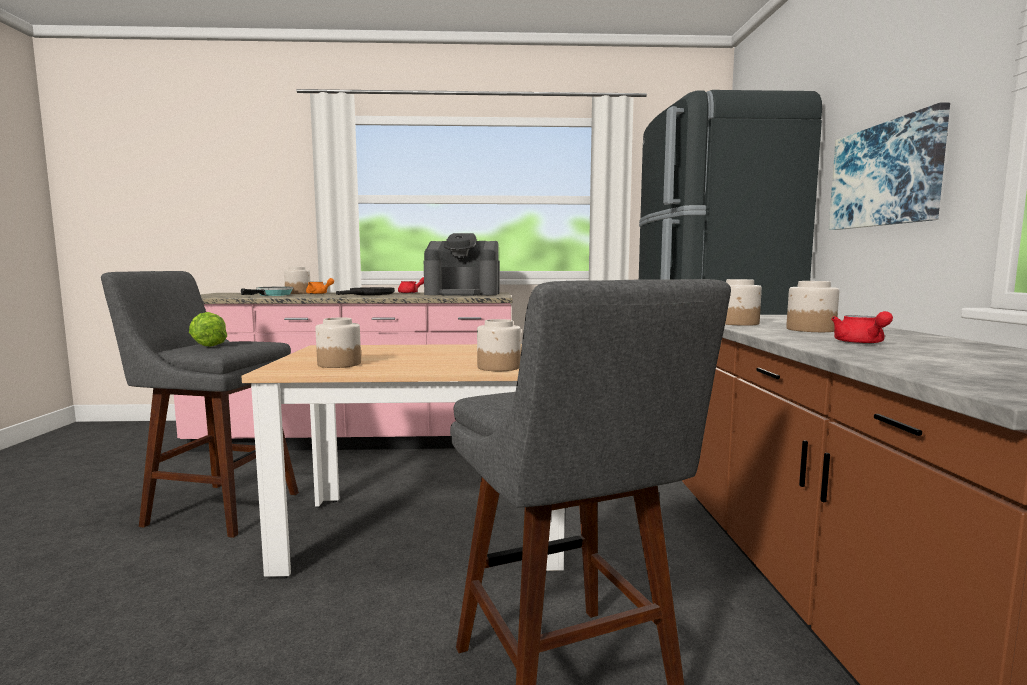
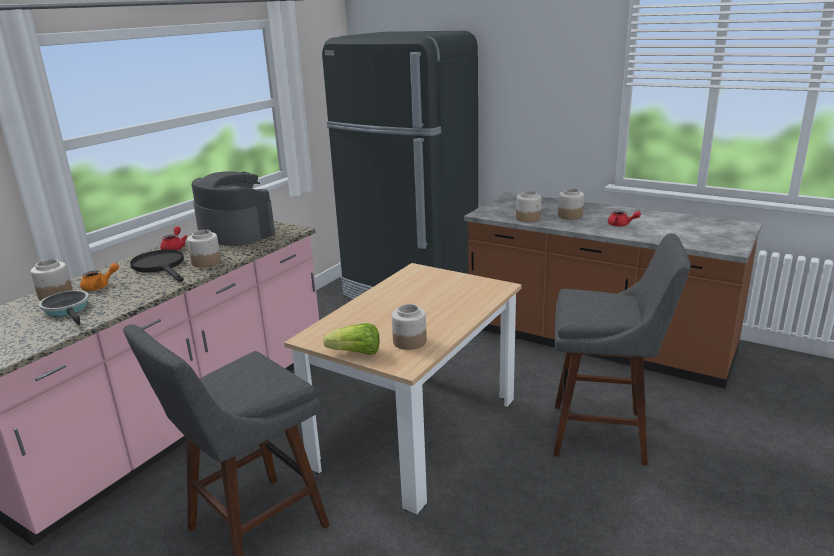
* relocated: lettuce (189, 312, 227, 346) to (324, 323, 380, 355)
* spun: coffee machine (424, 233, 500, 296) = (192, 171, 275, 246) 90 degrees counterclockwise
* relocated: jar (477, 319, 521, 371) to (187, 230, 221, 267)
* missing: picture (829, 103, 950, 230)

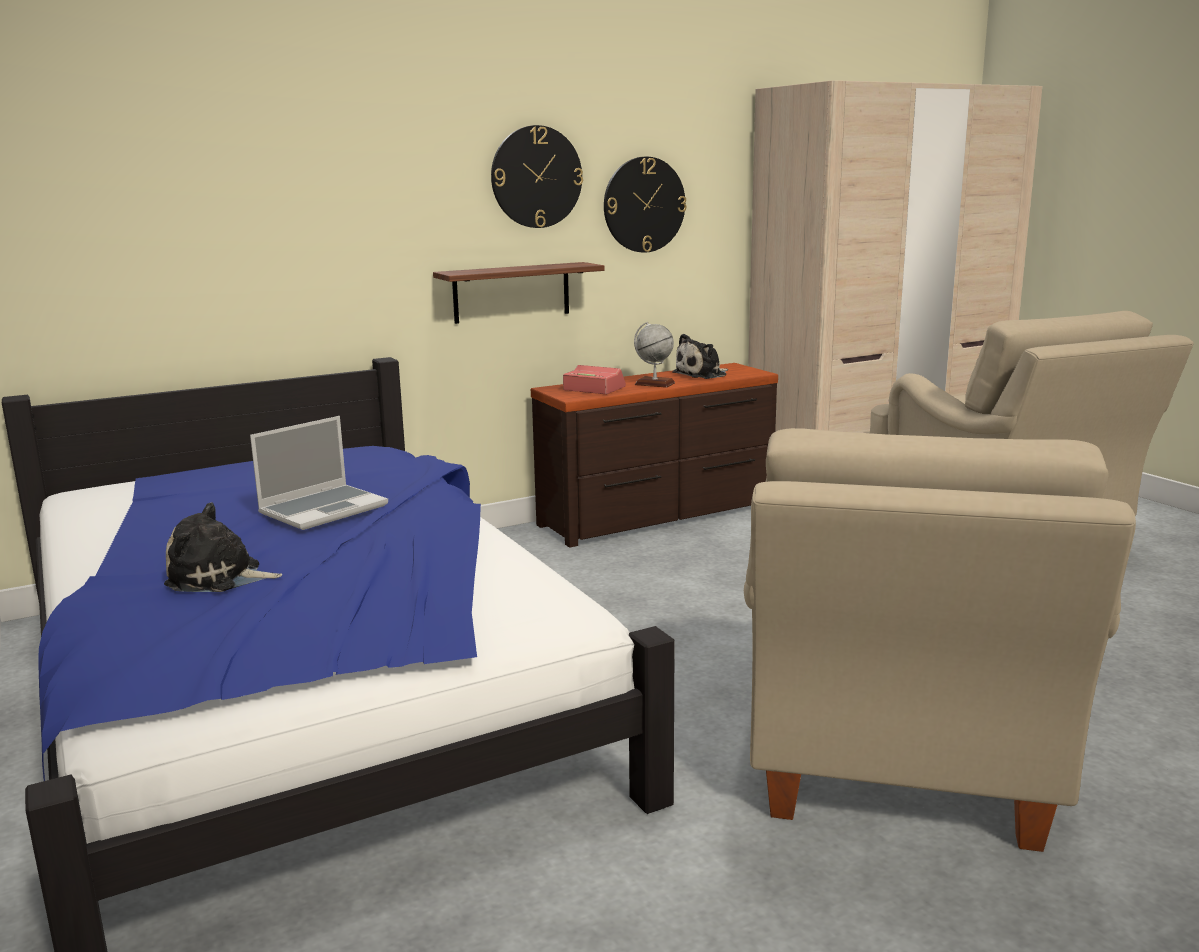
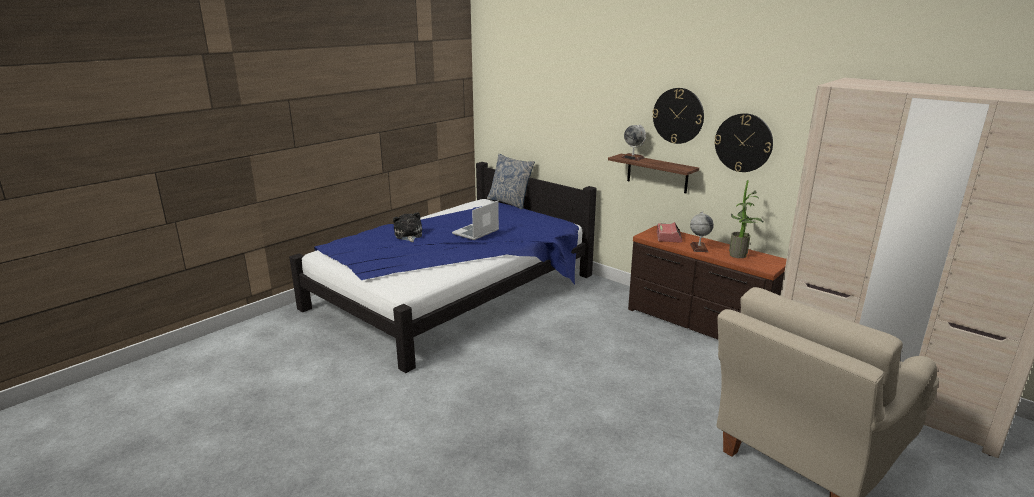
* spun: laptop (250, 416, 388, 530) = (452, 201, 499, 240) 105 degrees clockwise
* exchanged: plush toy (672, 334, 728, 379) to potted plant (729, 180, 763, 258)
* missing: armchair (beige) (744, 428, 1136, 852)
* appeared: pillow (487, 154, 535, 209)
* appeared: globe (621, 124, 646, 161)

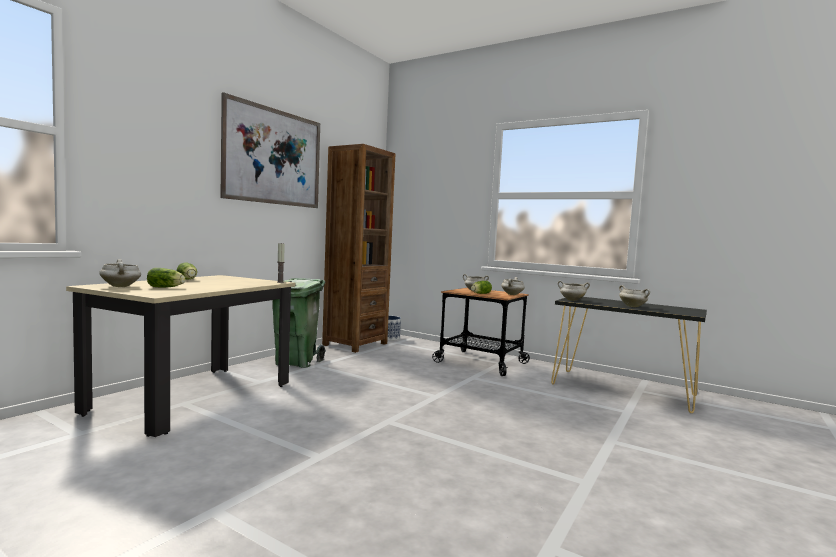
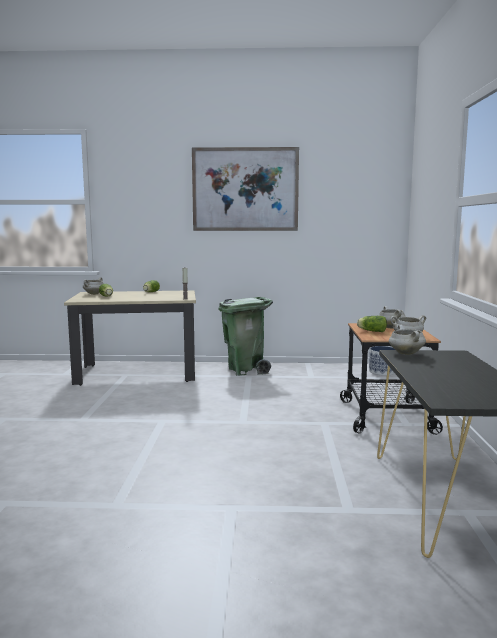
* missing: bookcase (brown) (322, 144, 395, 353)
* missing: cooking pot (white) (619, 285, 650, 307)

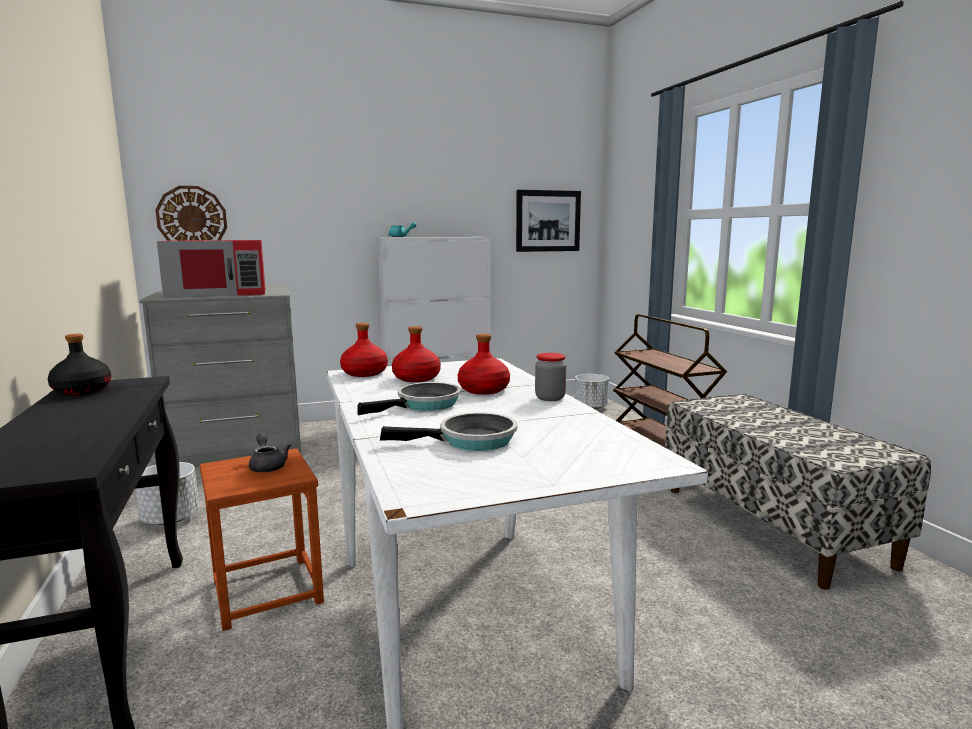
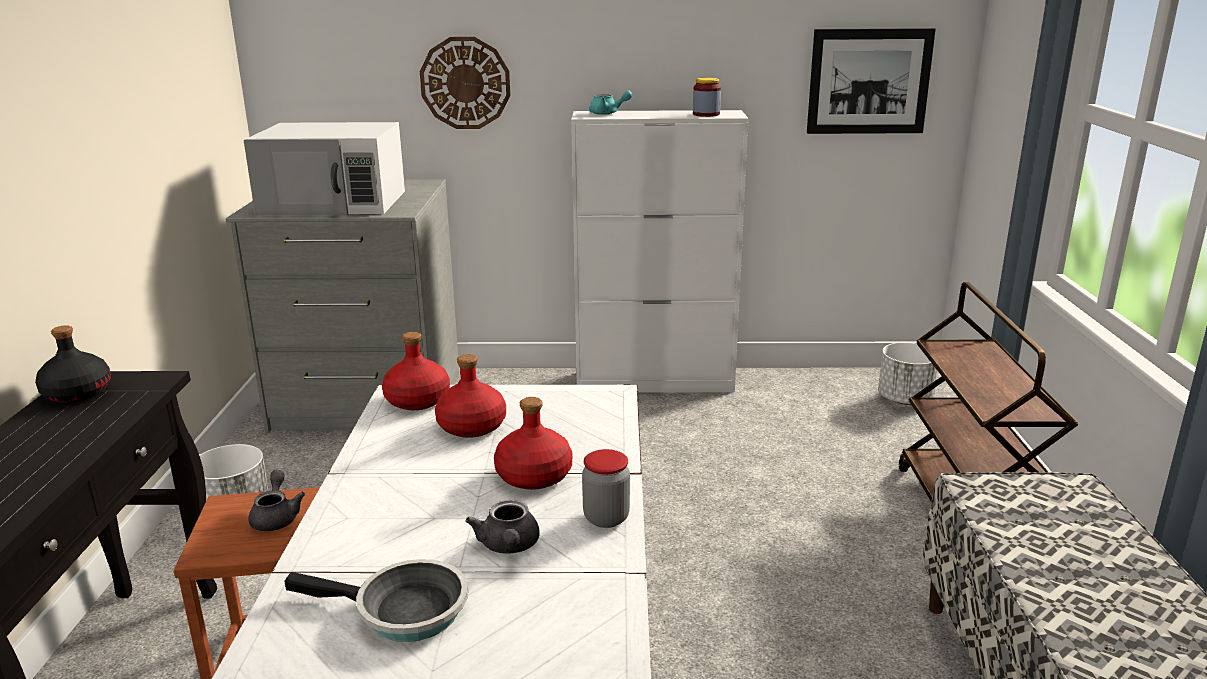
* relocated: wall clock (155, 186, 227, 241) to (420, 37, 511, 129)
* colour: microwave (red) (157, 240, 265, 298) to microwave (white) (244, 122, 405, 216)
* missing: frying pan (357, 382, 461, 415)
* appeared: teapot (grey) (465, 500, 540, 554)
* appeared: jar (693, 78, 721, 117)

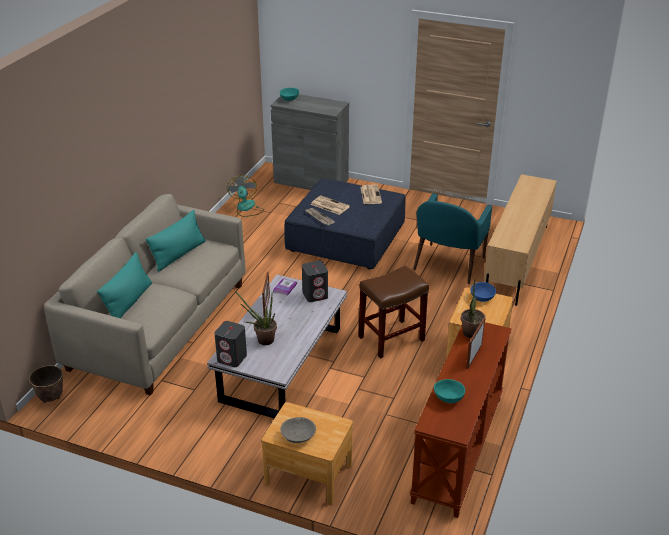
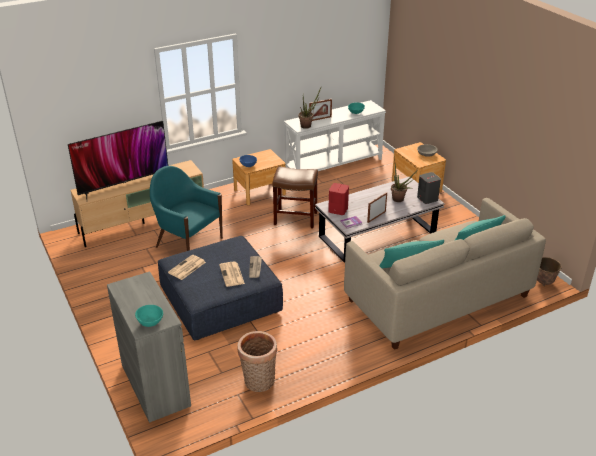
* exchanged: fan (227, 175, 264, 217) to basket (238, 331, 277, 392)
* colour: speaker (grey) (302, 261, 328, 302) to speaker (red) (328, 183, 349, 215)
* colour: console table (brown) (410, 322, 512, 518) to console table (white) (284, 100, 386, 171)
* spun: armchair (turquoise) (413, 193, 492, 284) = (150, 166, 223, 251) 120 degrees counterclockwise
* appeared: television (68, 121, 168, 199)

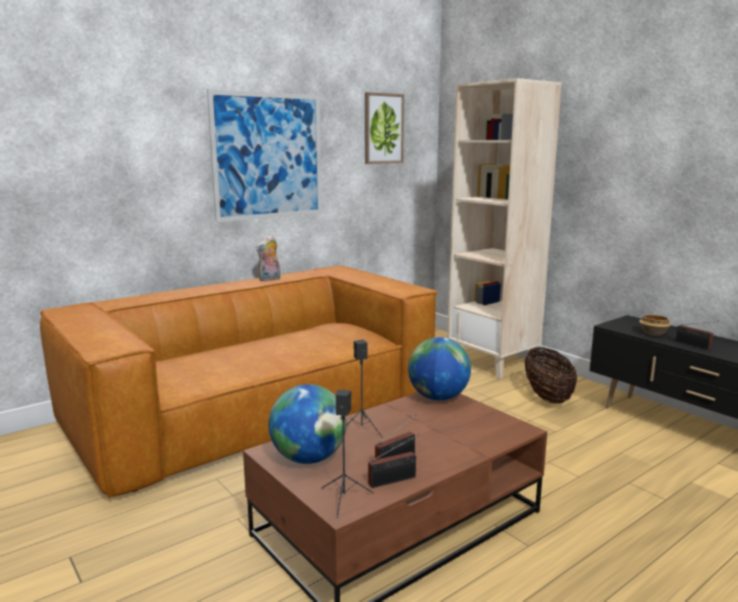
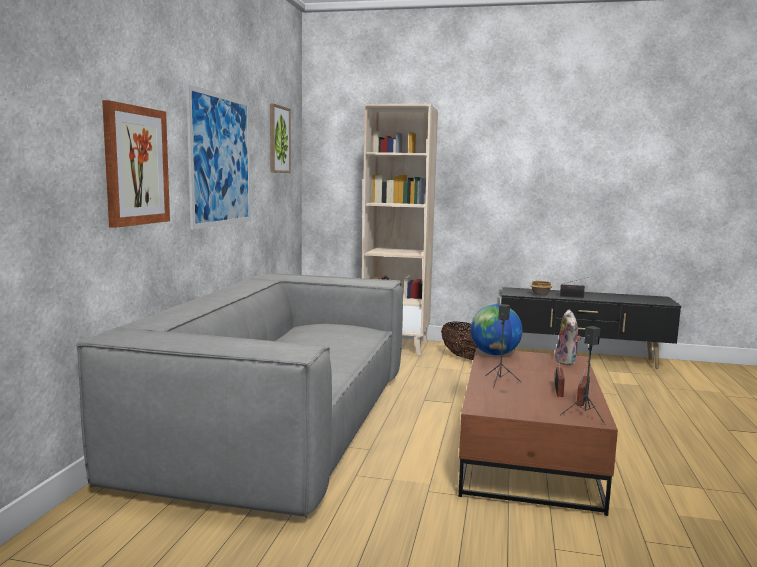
* colour: sofa (brown) (40, 265, 438, 498) to sofa (grey) (76, 273, 403, 518)
* relocated: plush toy (256, 234, 280, 281) to (555, 310, 581, 366)
* missing: globe (269, 384, 347, 464)
* appeared: picture (102, 100, 170, 228)

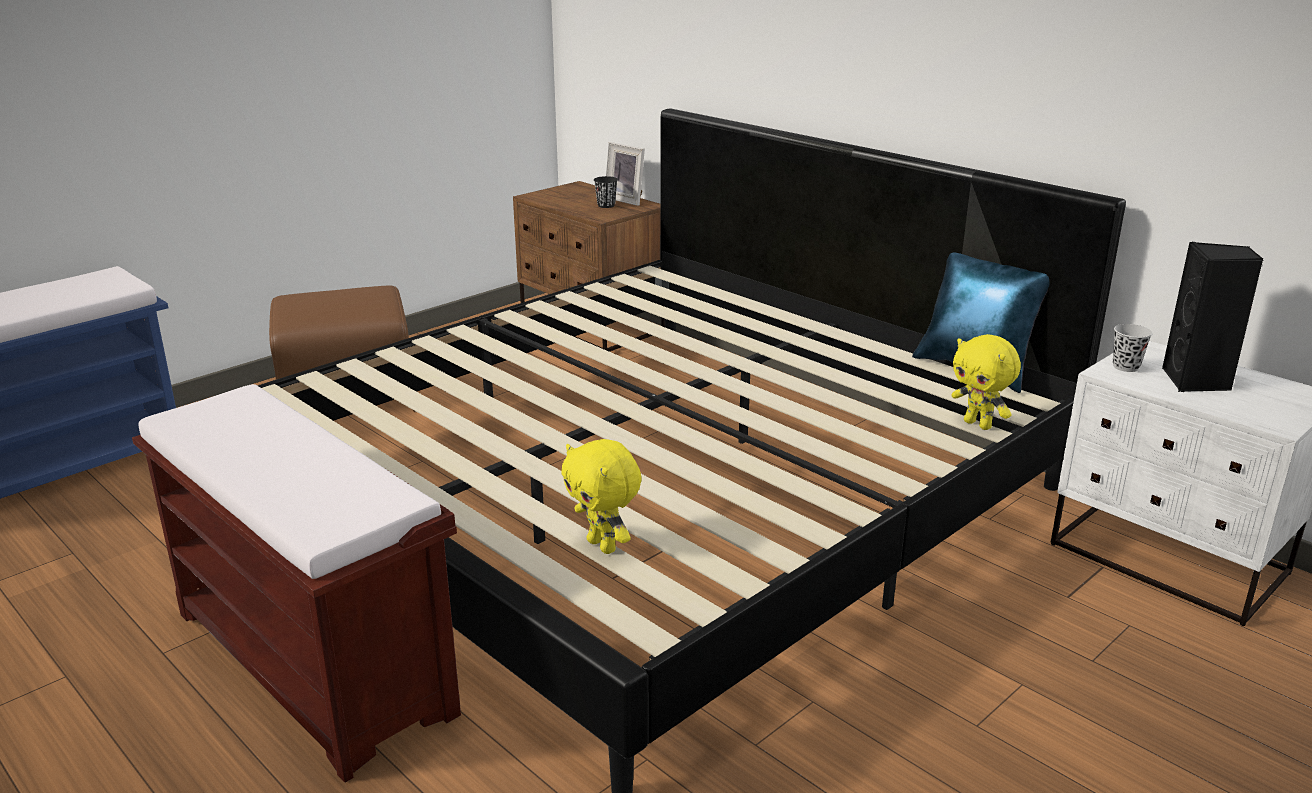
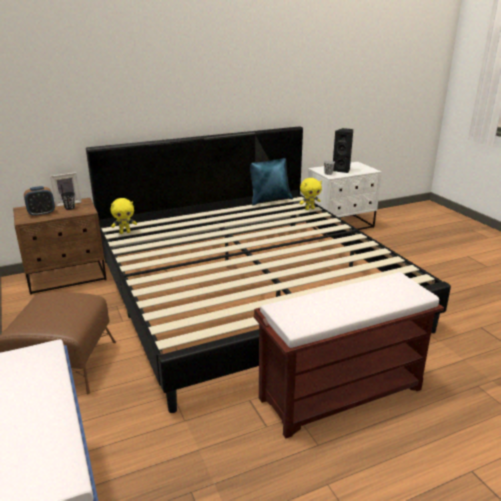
* relocated: plush toy (yellow) (561, 439, 642, 554) to (111, 198, 137, 234)
* appeared: alarm clock (24, 186, 55, 217)

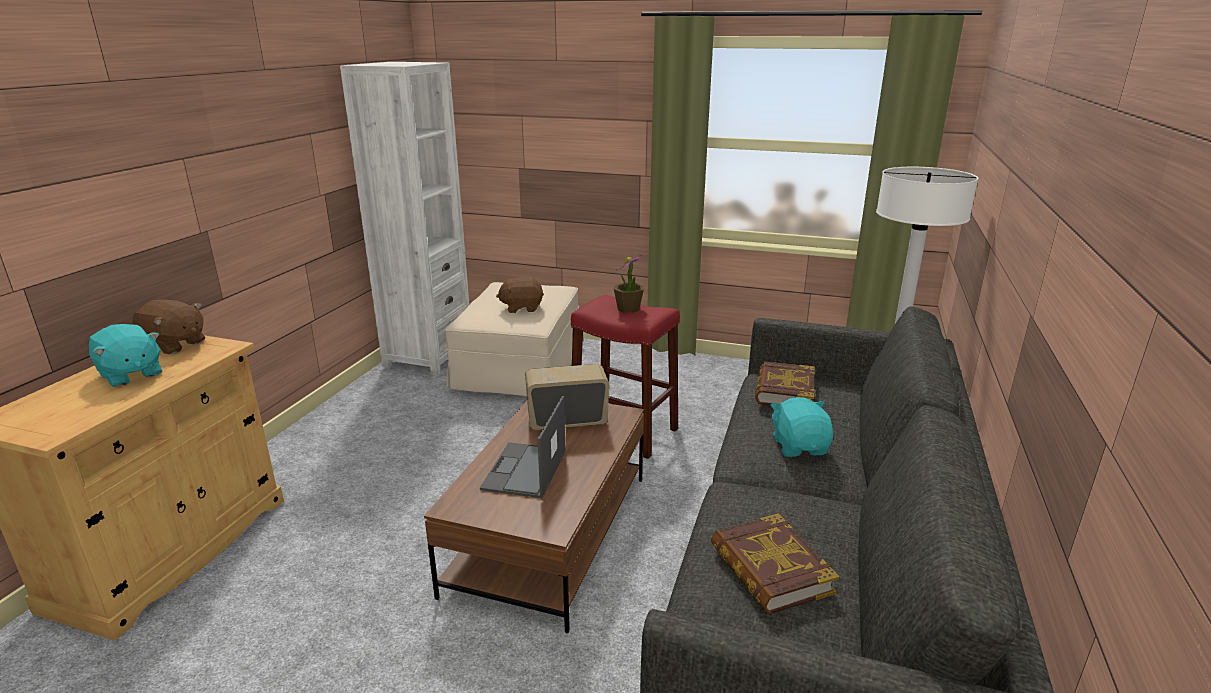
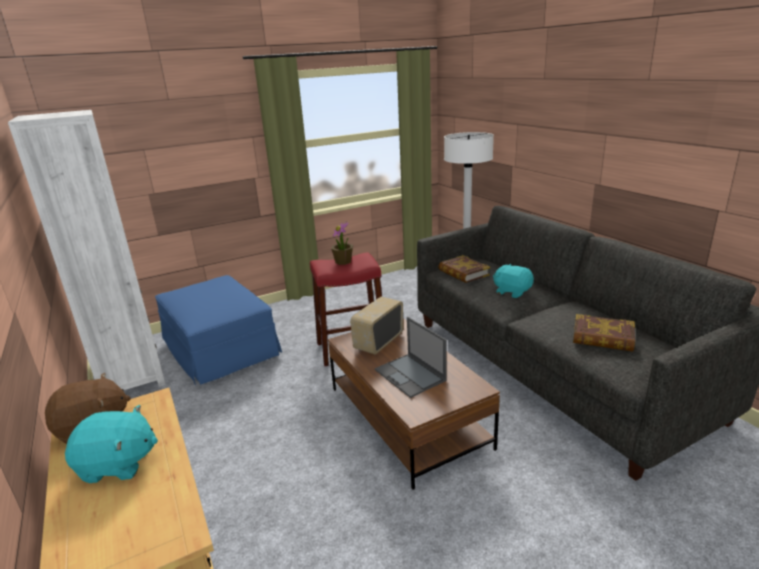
* colour: ottoman (beige) (445, 282, 584, 396) to ottoman (blue) (155, 275, 282, 386)
* missing: plush toy (brown) (496, 277, 544, 313)

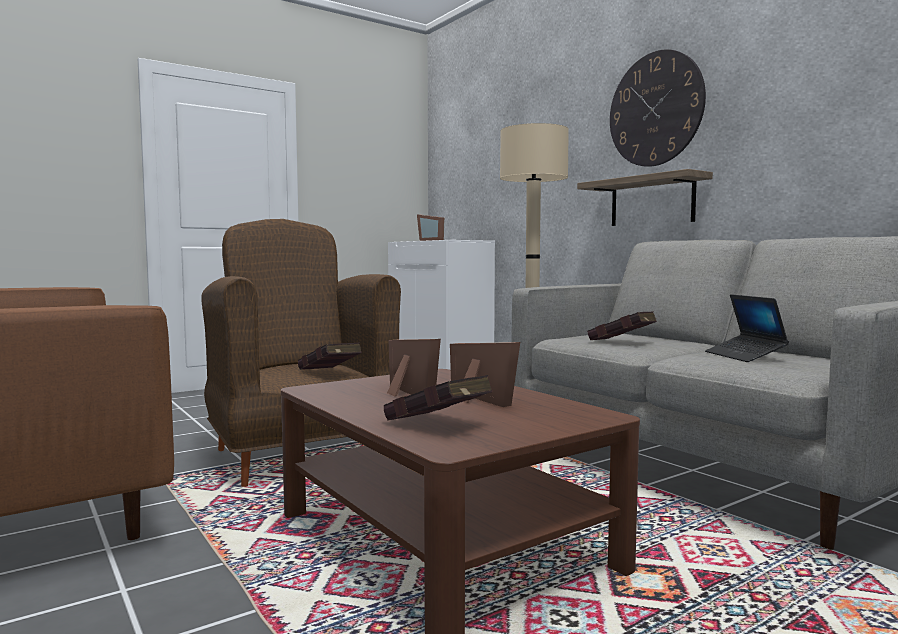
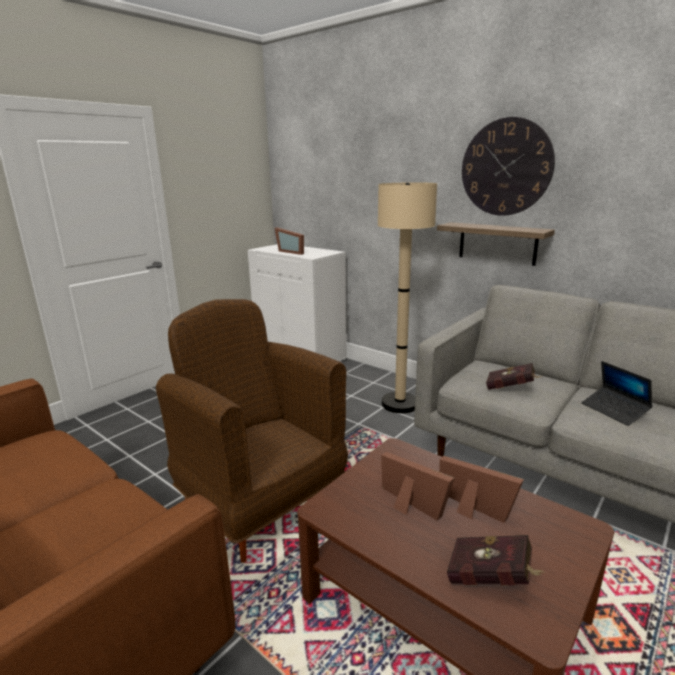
* missing: book (red) (298, 342, 362, 370)

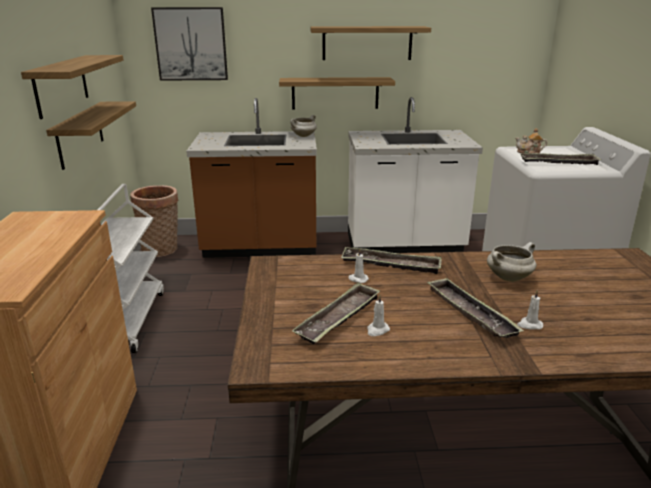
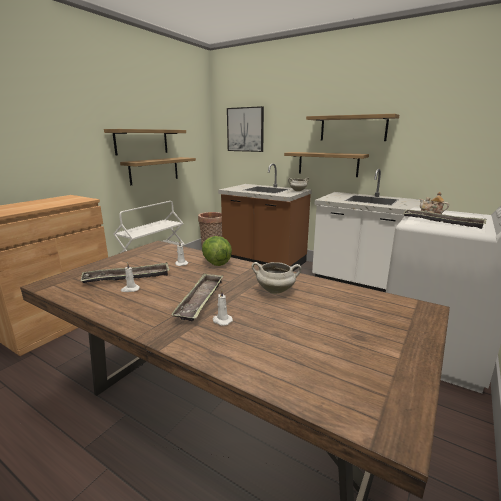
* exchanged: tray (341, 247, 442, 274) to lettuce (202, 236, 232, 266)

